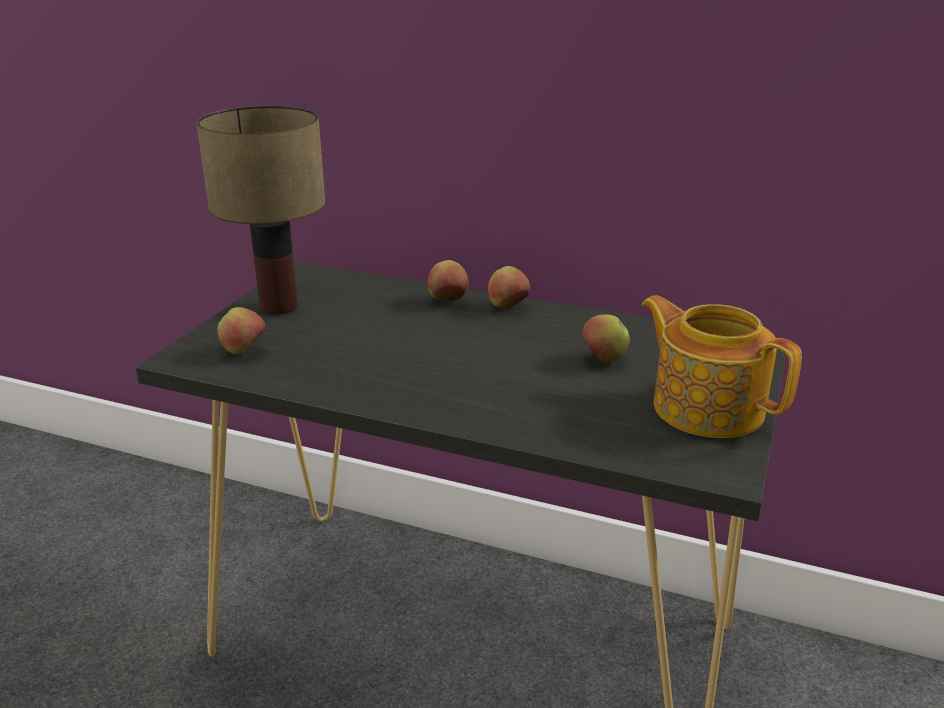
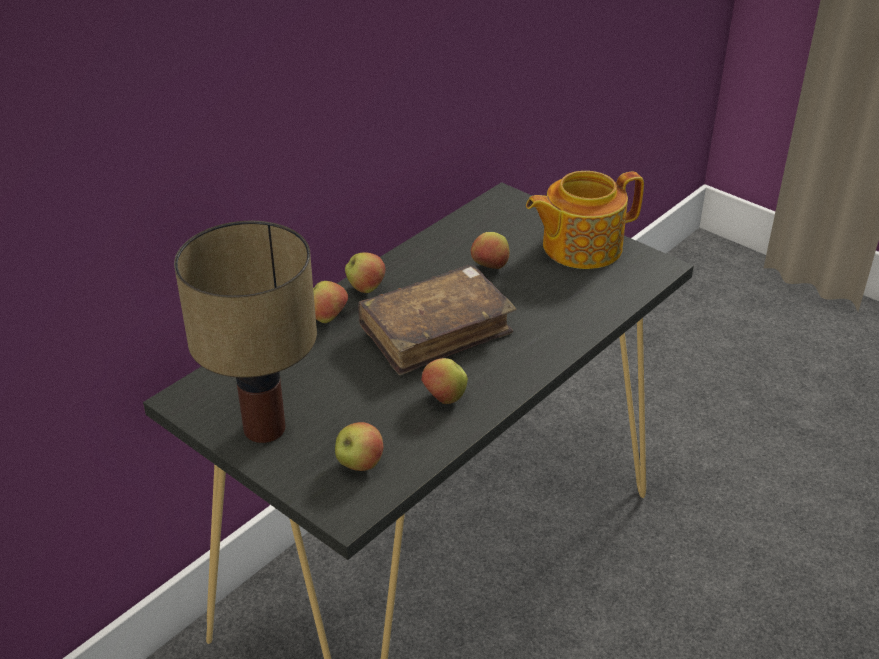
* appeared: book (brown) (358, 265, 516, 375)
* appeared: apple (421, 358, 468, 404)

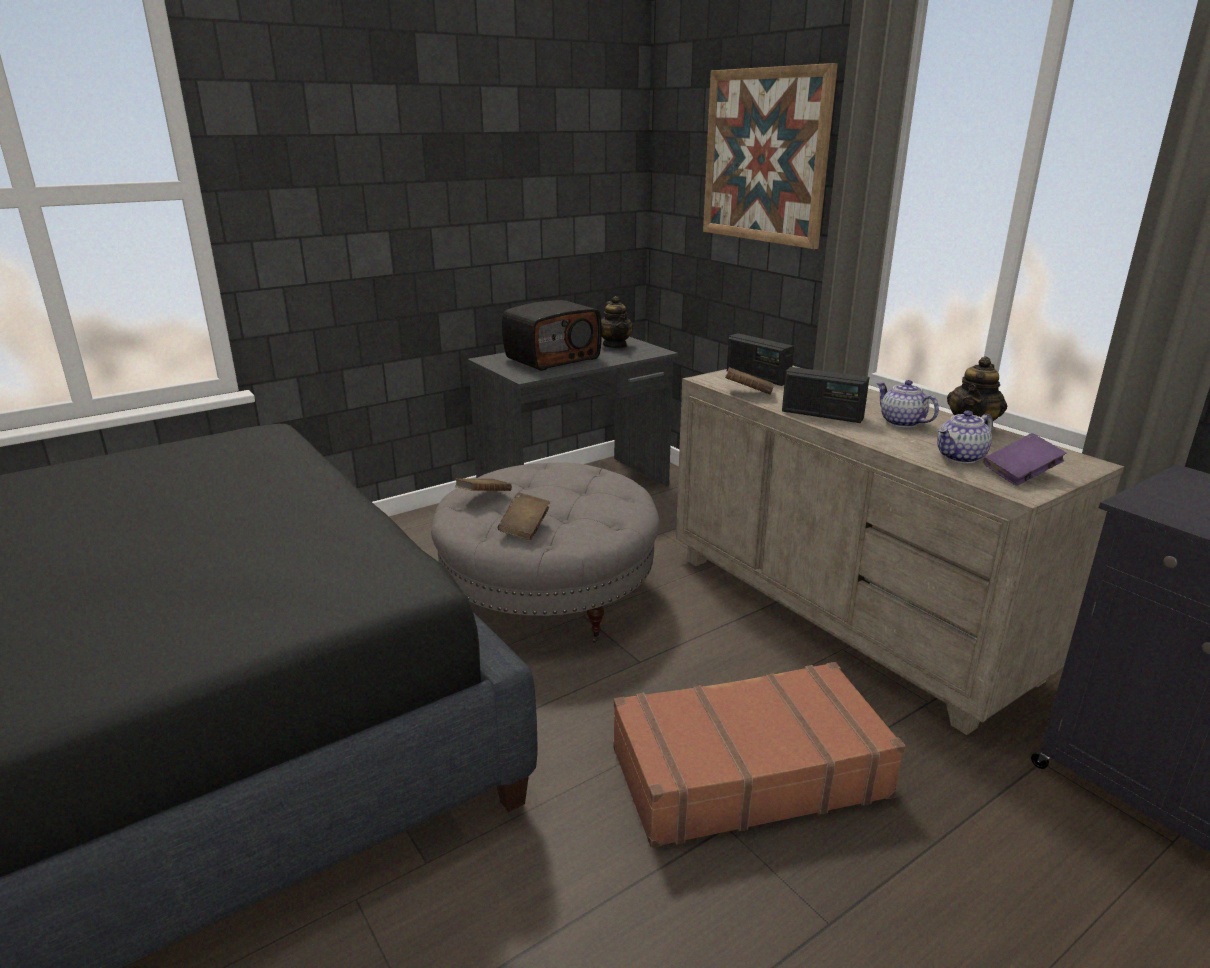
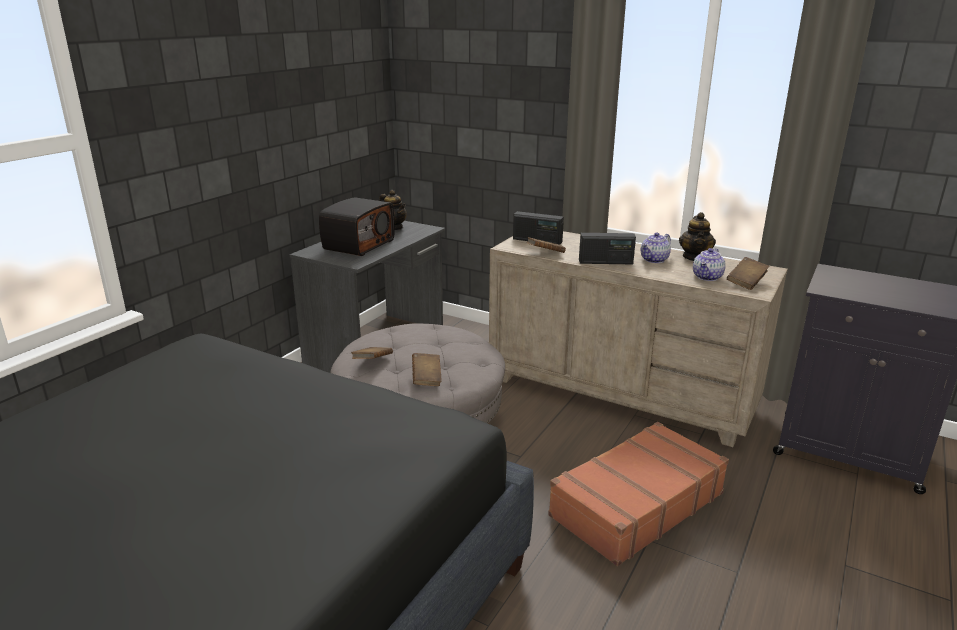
* missing: picture (703, 63, 838, 249)
* spun: teapot (877, 380, 939, 428) = (641, 232, 671, 263) 75 degrees counterclockwise
* colour: book (purple) (983, 433, 1066, 486) to book (brown) (727, 257, 770, 290)

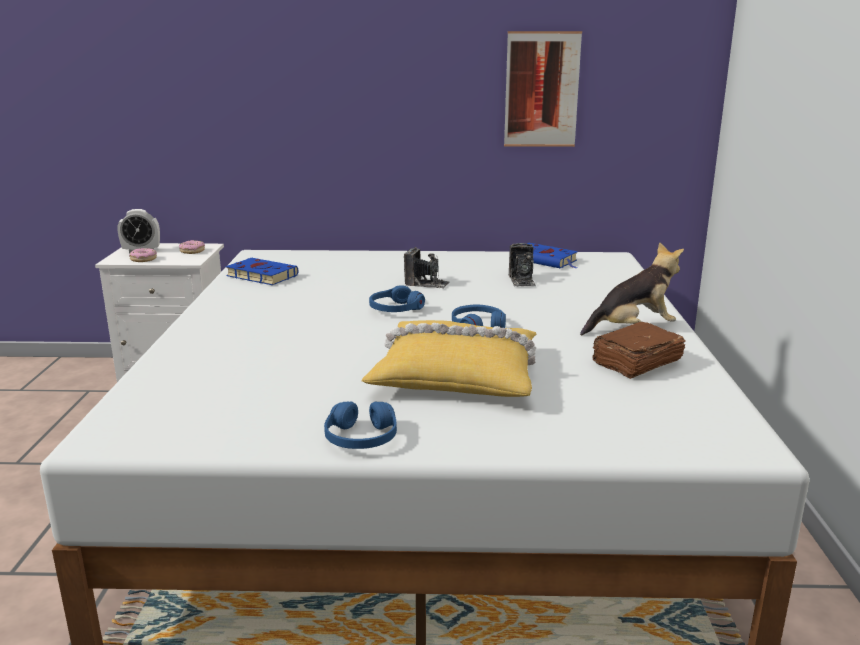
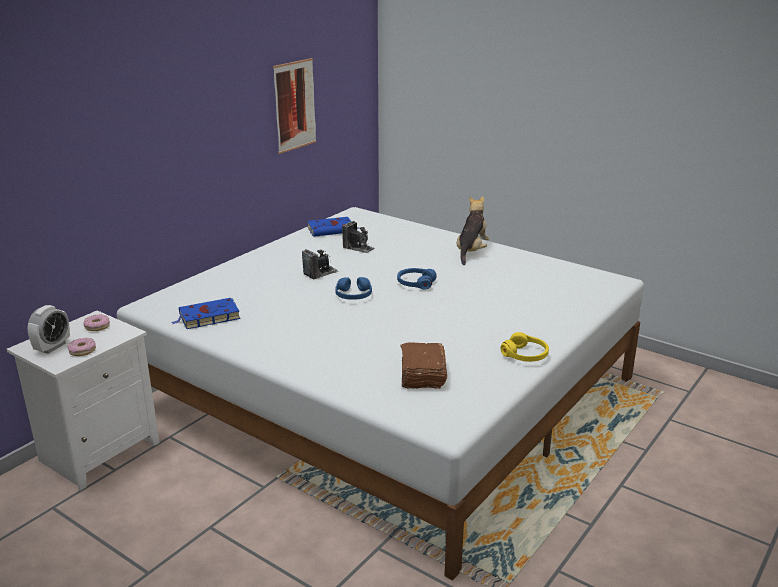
* colour: headphones (blue) (324, 401, 397, 449) to headphones (yellow) (501, 332, 549, 362)
* missing: pillow (yellow) (362, 320, 536, 397)
* relocated: book (brown) (592, 322, 686, 379) to (400, 342, 447, 389)

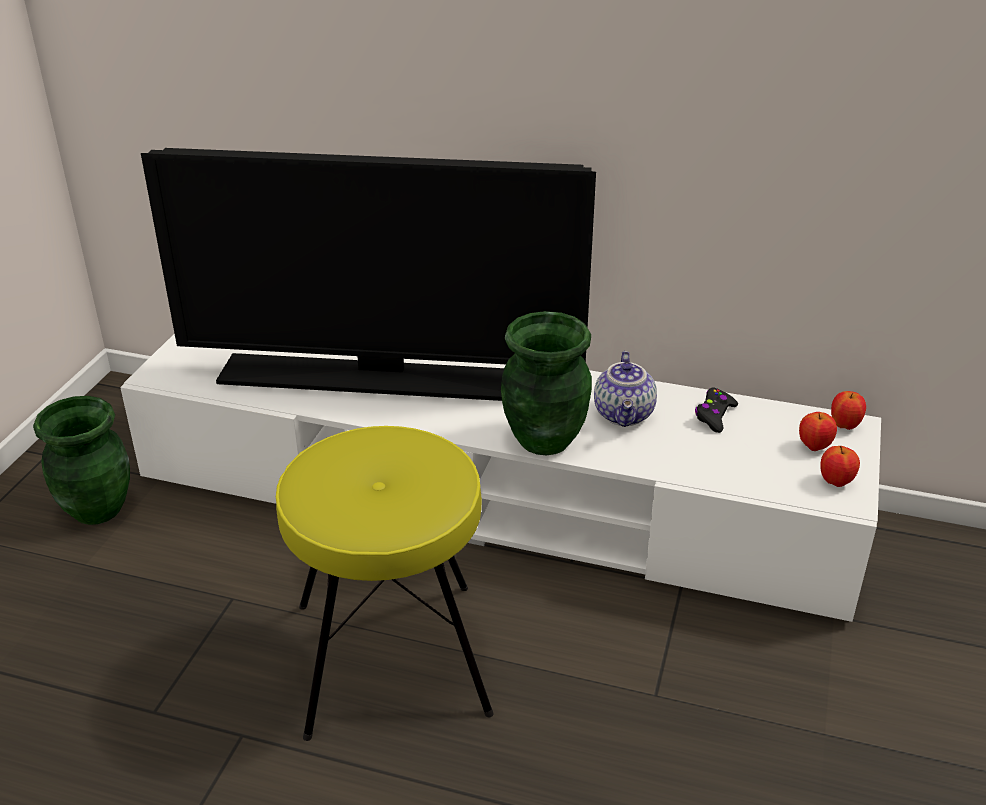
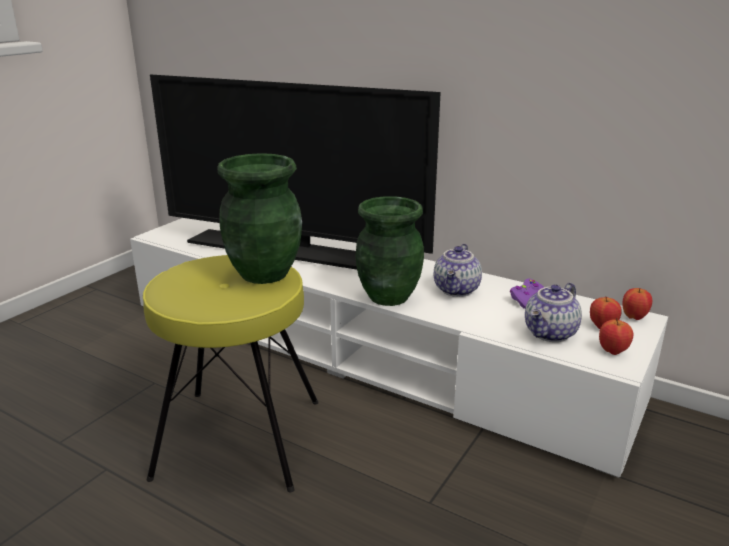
* relocated: vase (green) (33, 396, 130, 525) to (218, 153, 302, 284)
* colour: game controller (black) (695, 388, 738, 433) to game controller (purple) (510, 279, 544, 309)
* appeared: teapot (525, 282, 582, 342)

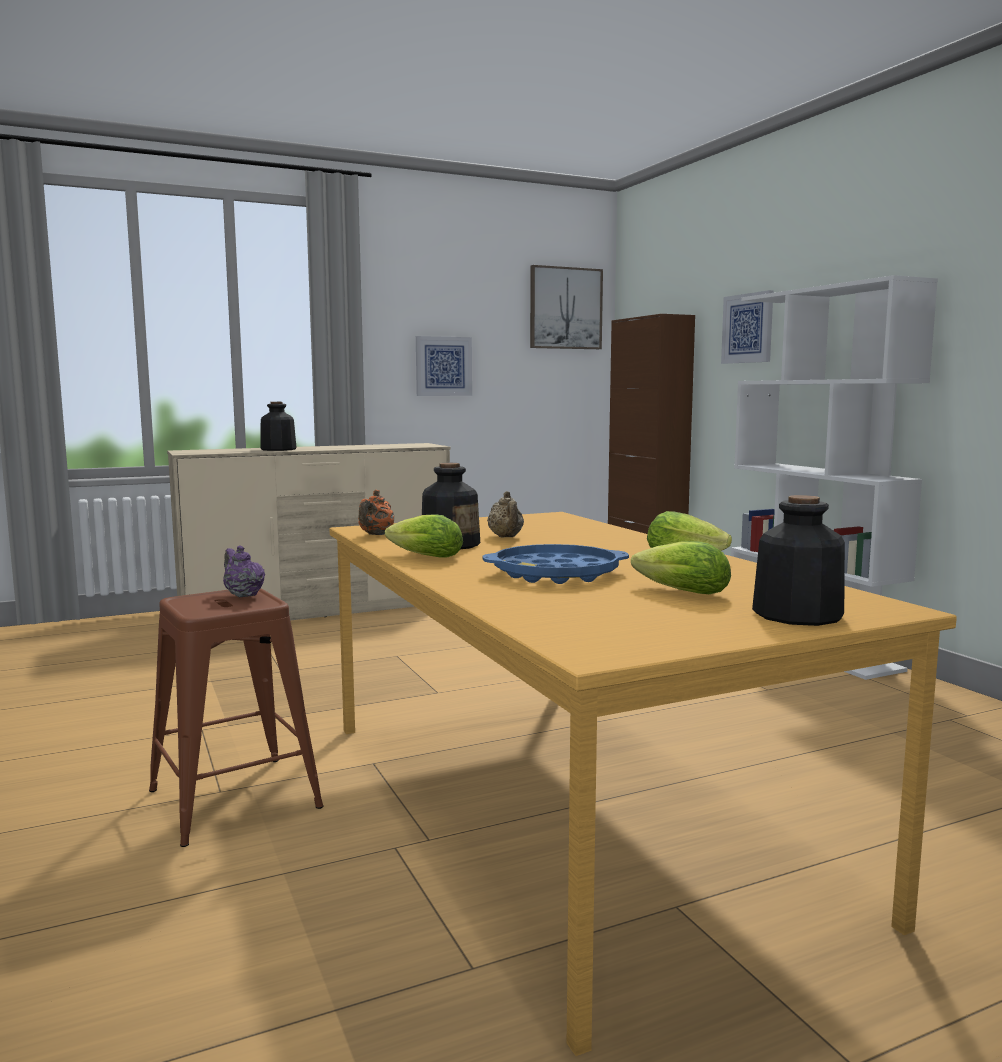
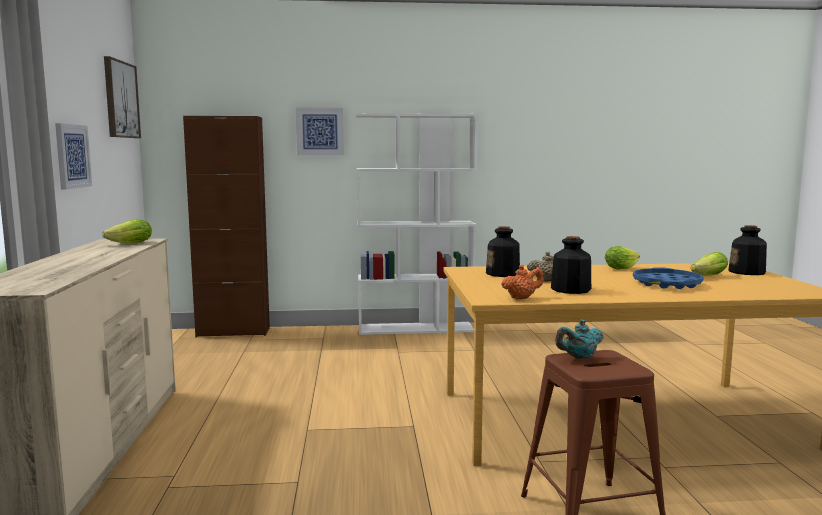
* colour: teapot (purple) (223, 545, 265, 597) to teapot (turquoise) (555, 320, 604, 359)
* relocated: bottle (260, 402, 297, 451) to (486, 226, 520, 277)
* spun: teapot (orange) (358, 490, 394, 535) = (501, 265, 544, 299) 60 degrees counterclockwise
* relocated: lettuce (385, 514, 463, 558) to (102, 219, 152, 243)

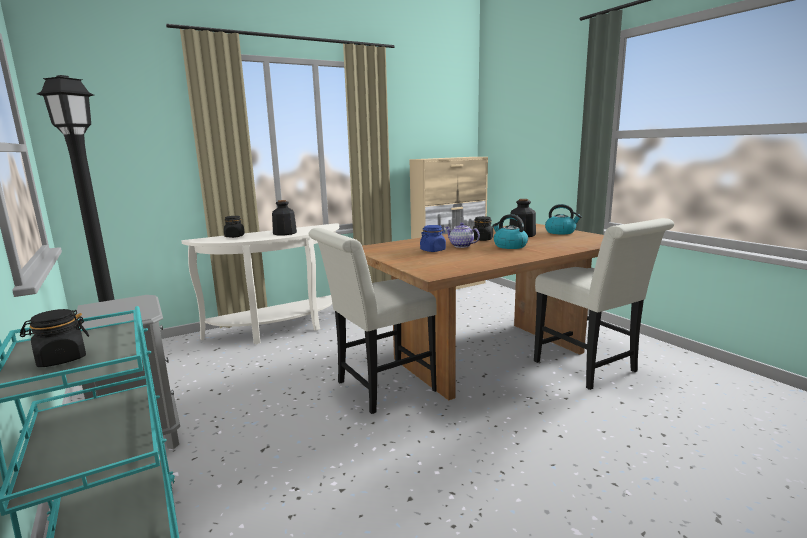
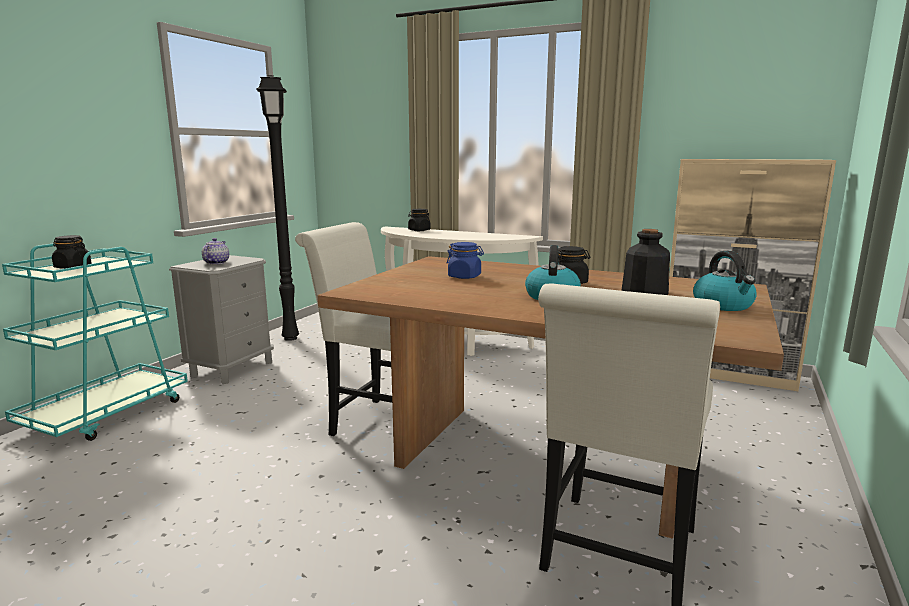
* missing: bottle (272, 200, 297, 235)
* relocated: teapot (445, 223, 480, 248) to (202, 238, 229, 265)

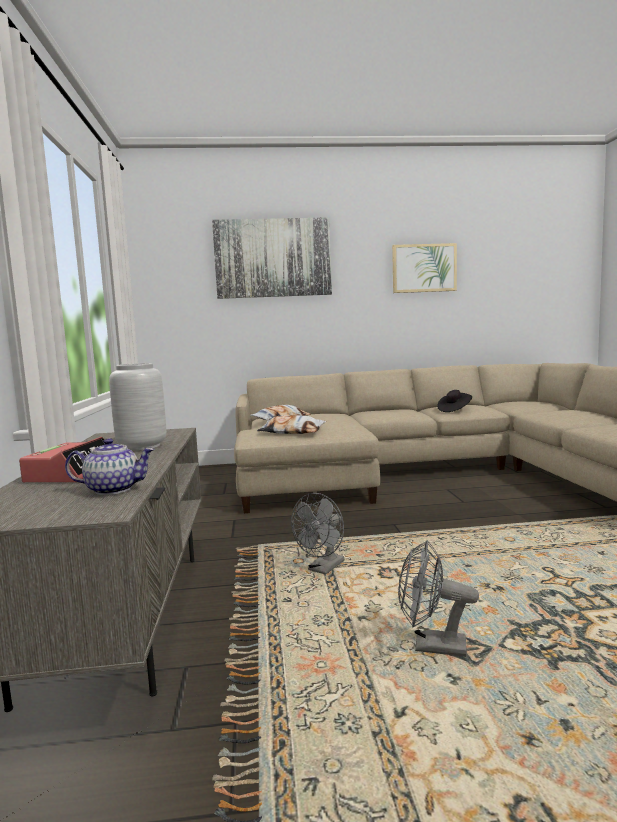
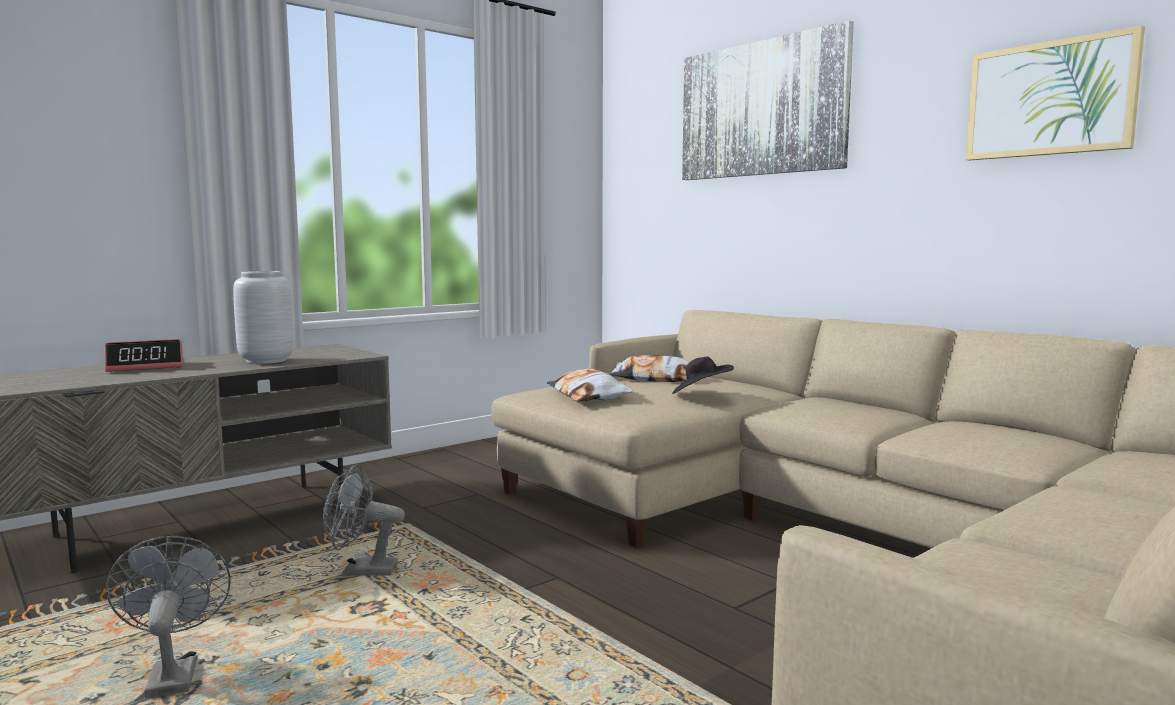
* missing: teapot (65, 438, 155, 495)
* relocated: hat (black) (437, 390, 472, 412) to (672, 357, 734, 394)

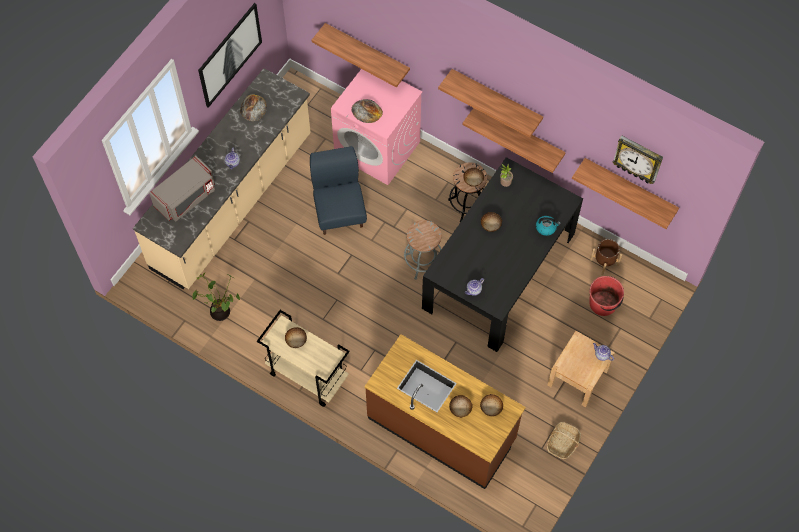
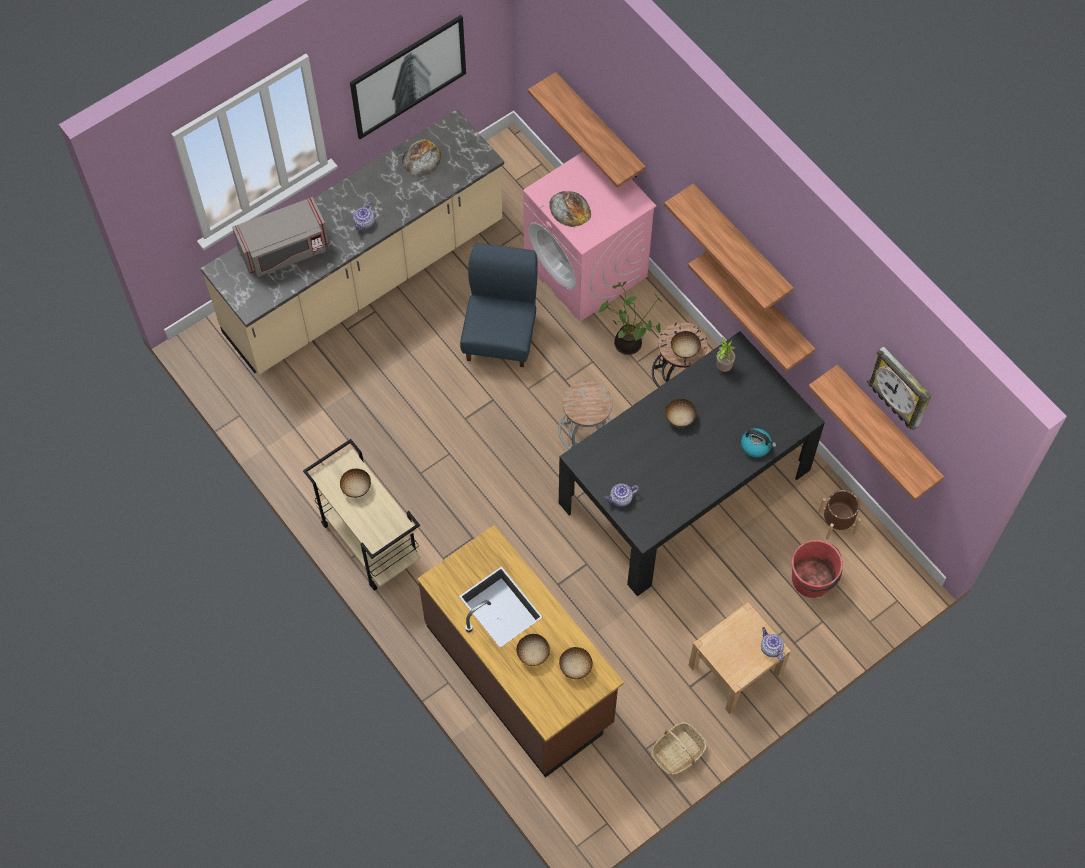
* relocated: potted plant (193, 273, 240, 321) to (599, 282, 662, 355)

